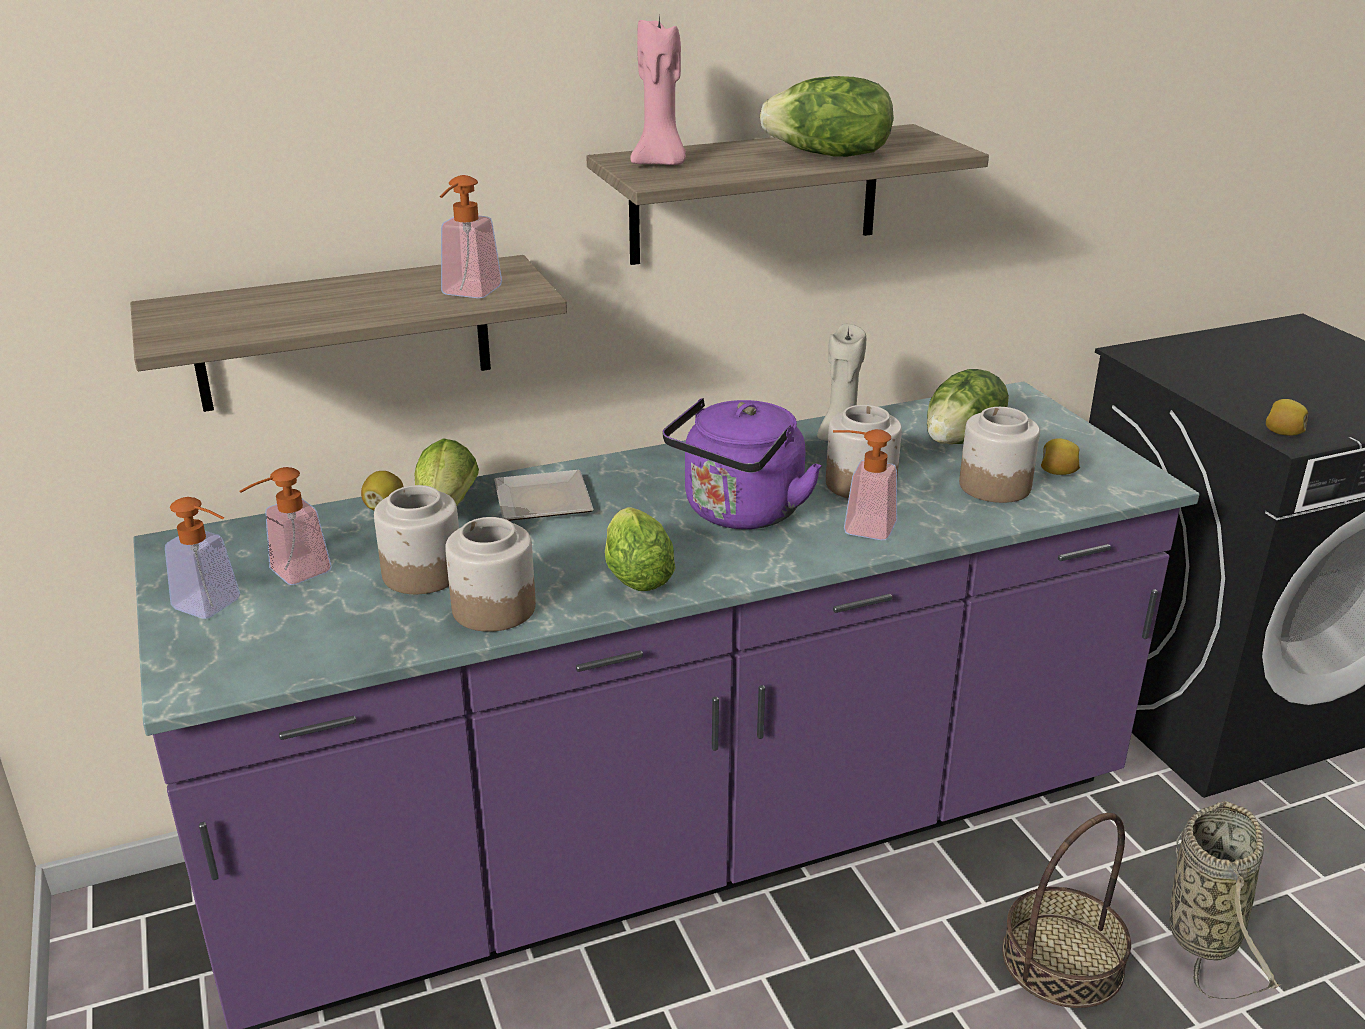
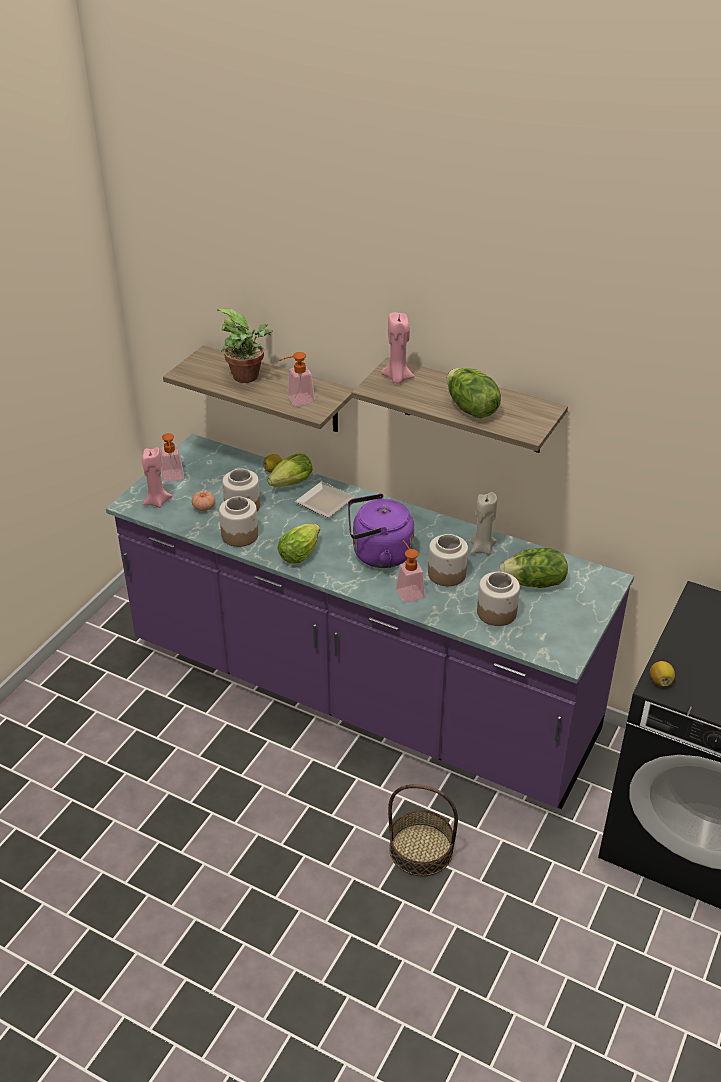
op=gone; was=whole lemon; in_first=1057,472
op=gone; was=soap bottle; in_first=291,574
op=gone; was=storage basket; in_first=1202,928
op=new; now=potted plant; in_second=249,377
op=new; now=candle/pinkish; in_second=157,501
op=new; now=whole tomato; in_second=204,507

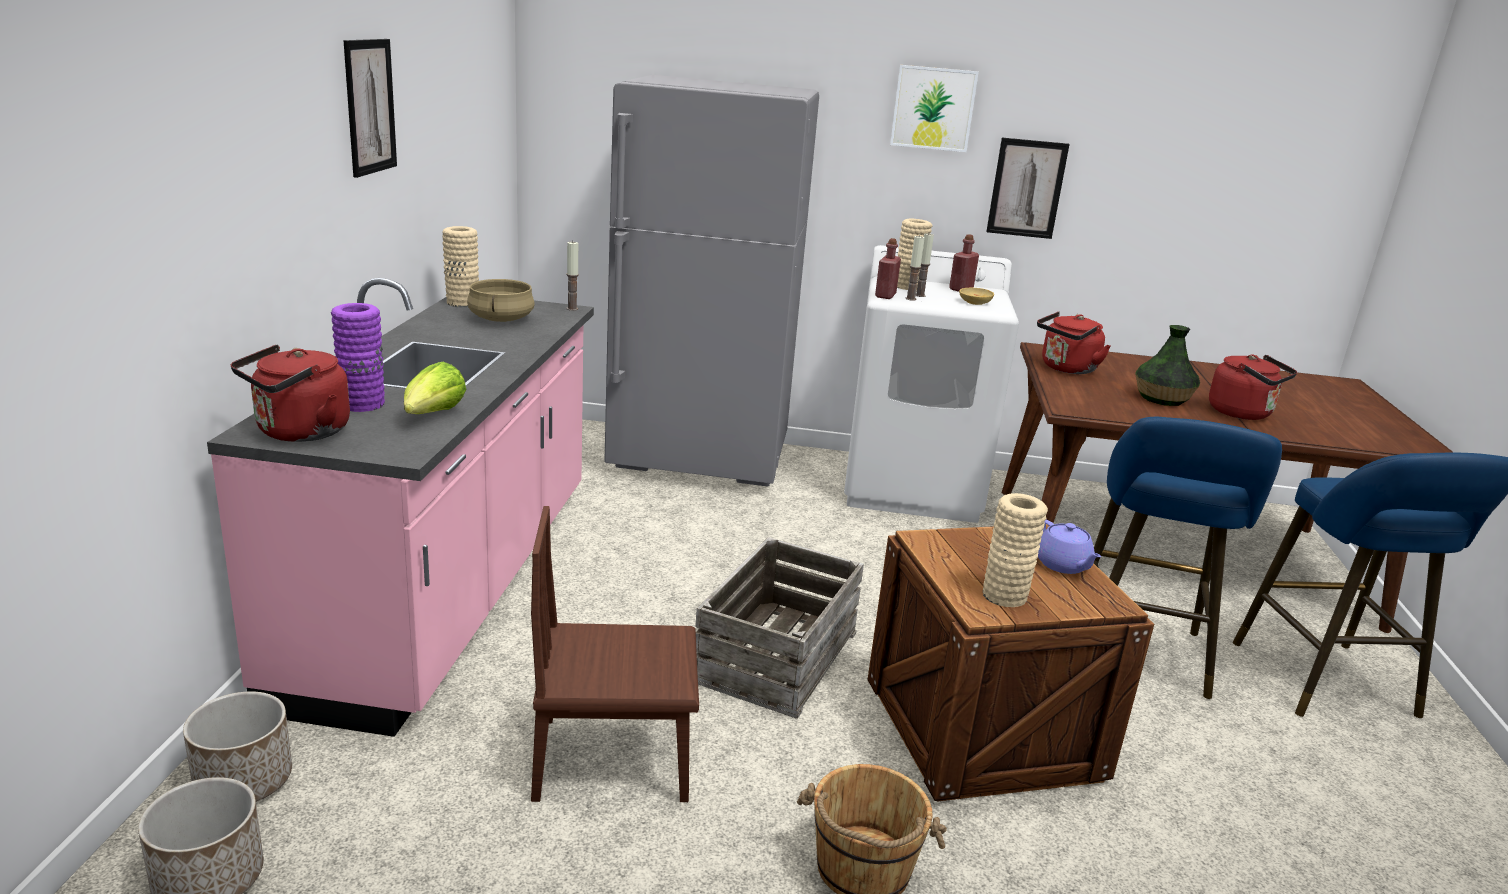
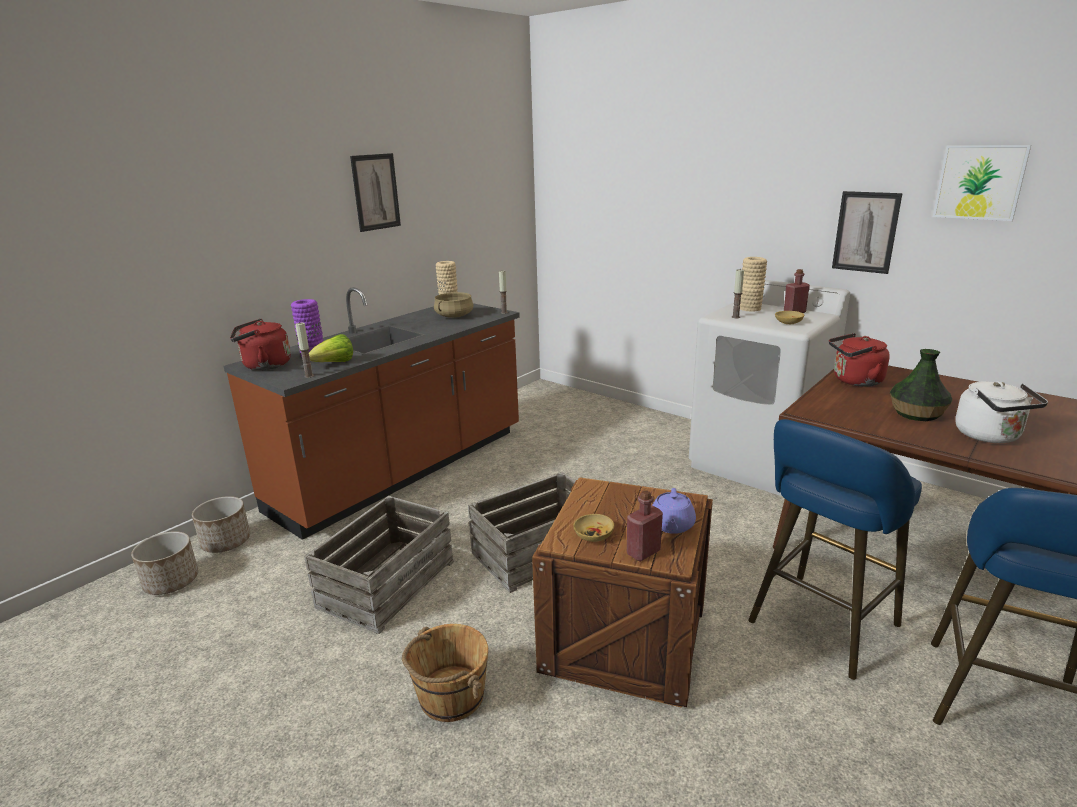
op=shifted; was=picture; in_first=933,108; in_second=979,182
op=gone; was=kitchen fridge/grey; in_first=699,462
op=shifted; was=candle; in_first=920,295; in_second=309,376
op=shifted; was=drink bottle/red; in_first=885,295; in_second=643,552
op=repainted; was=counter/pinkish; now=counter/brown; in_first=451,589; in_second=403,470
op=repainted; was=kettle/red; now=kettle/whitish; in_first=1243,414; in_second=990,436
op=swapped; was=flower vase/beige-coloured; now=deep dish/beige-coloured; in_first=1005,595; in_second=594,535
op=swapped; was=upright chair/brown; now=crate; in_first=613,759; in_second=386,583

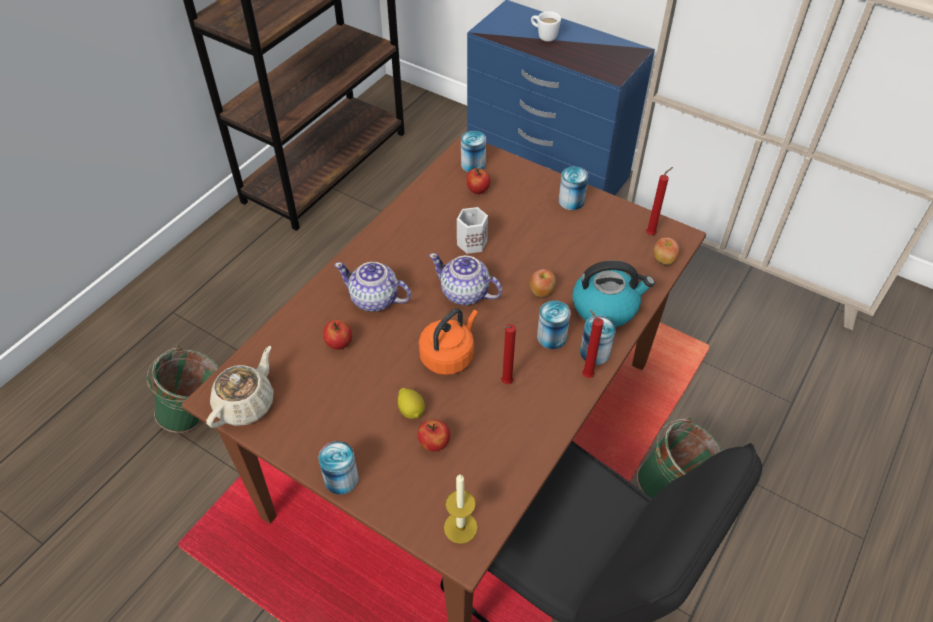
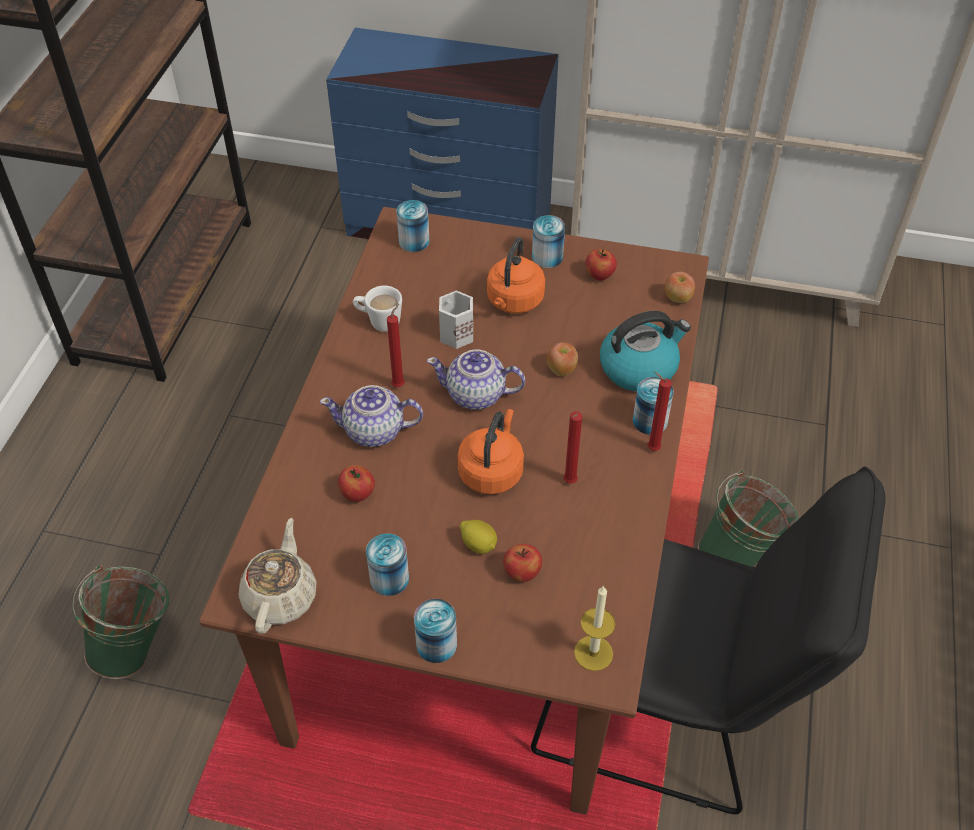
op=shifted; was=coffee mug/whitish; in_first=543,36; in_second=379,322
op=shifted; was=candle/red; in_first=651,234; in_second=399,384
op=shifted; was=apple fruit; in_first=478,190; in_second=599,275
op=shifted; was=can; in_first=551,337; in_second=389,579
op=new; now=kettle/orange-coloured; in_second=514,302

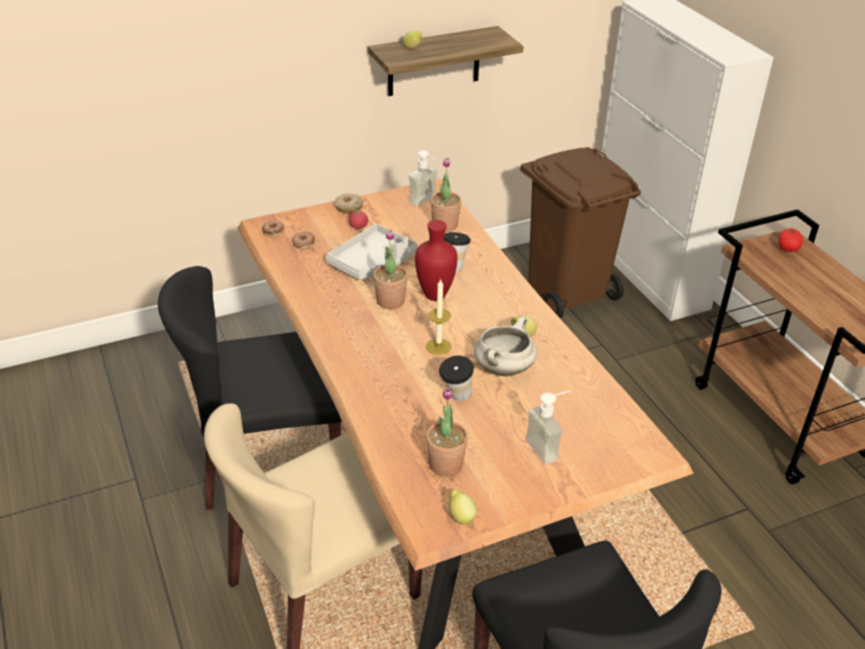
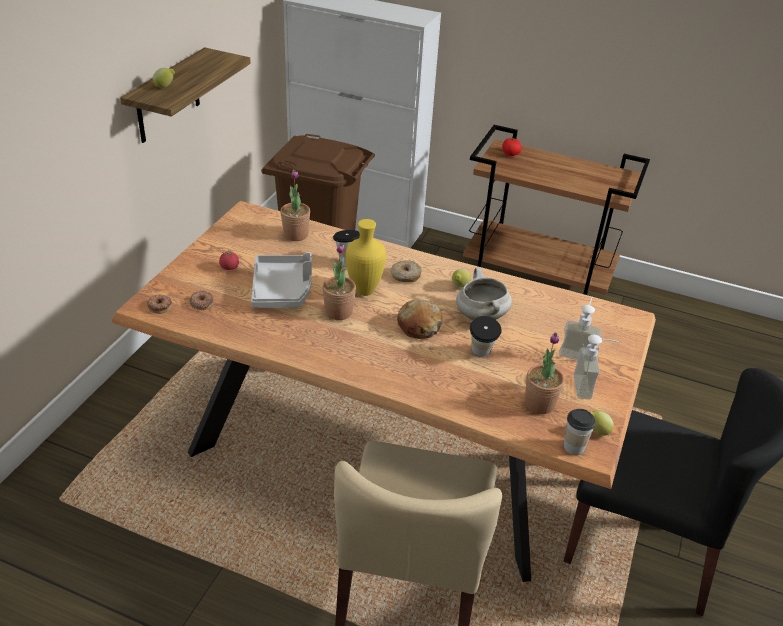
op=shifted; was=soap bottle; in_first=426,201; in_second=590,387
op=shifted; was=doughnut; in_first=348,208; in_second=405,276
op=repainted; was=flower vase/red; now=flower vase/yellow; in_first=436,296; in_second=365,290
op=gone; was=upright chair/black-coloured; in_first=267,458
op=swapped; was=candle; now=bakery bread; in_first=438,346; in_second=419,326
op=new; now=drinking cup; in_second=574,447

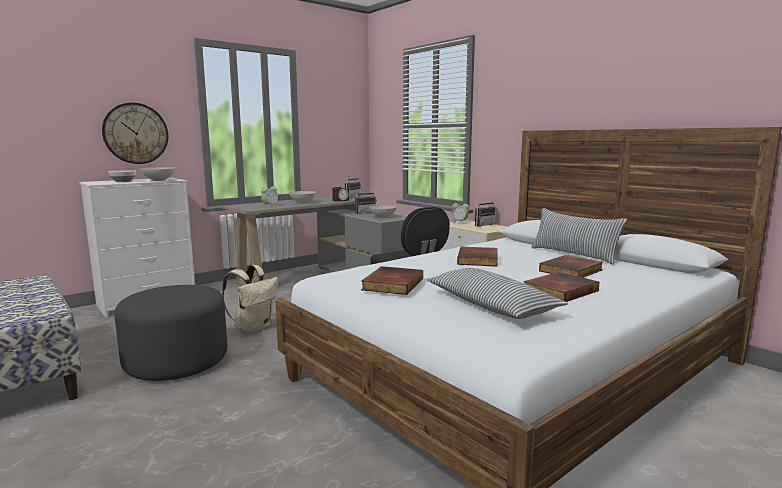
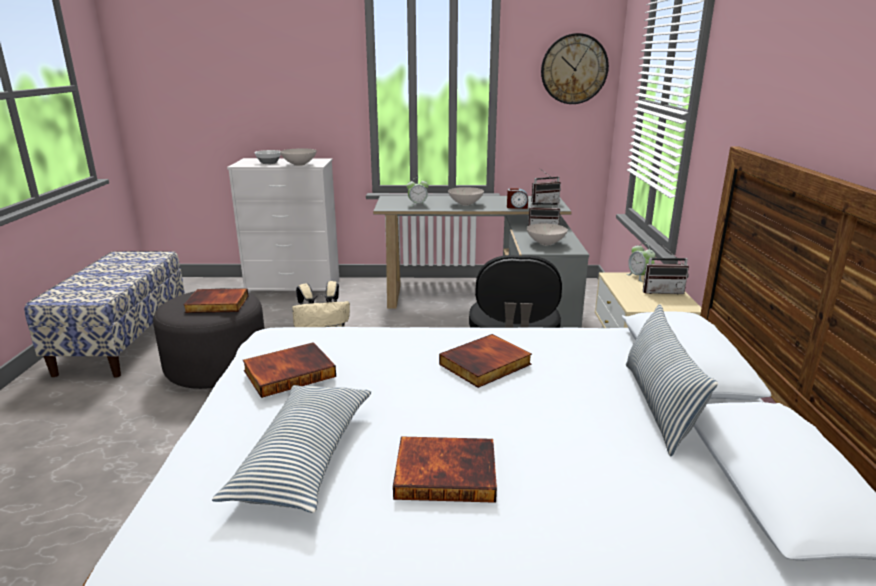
op=shifted; was=wall clock; in_first=135,133; in_second=574,69
op=shifted; was=volume; in_first=571,271; in_second=216,304

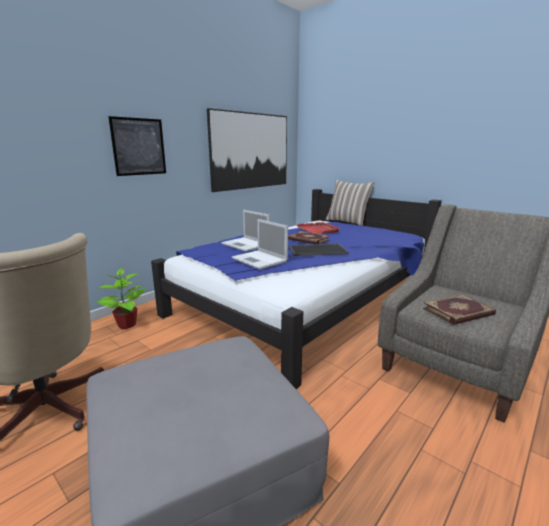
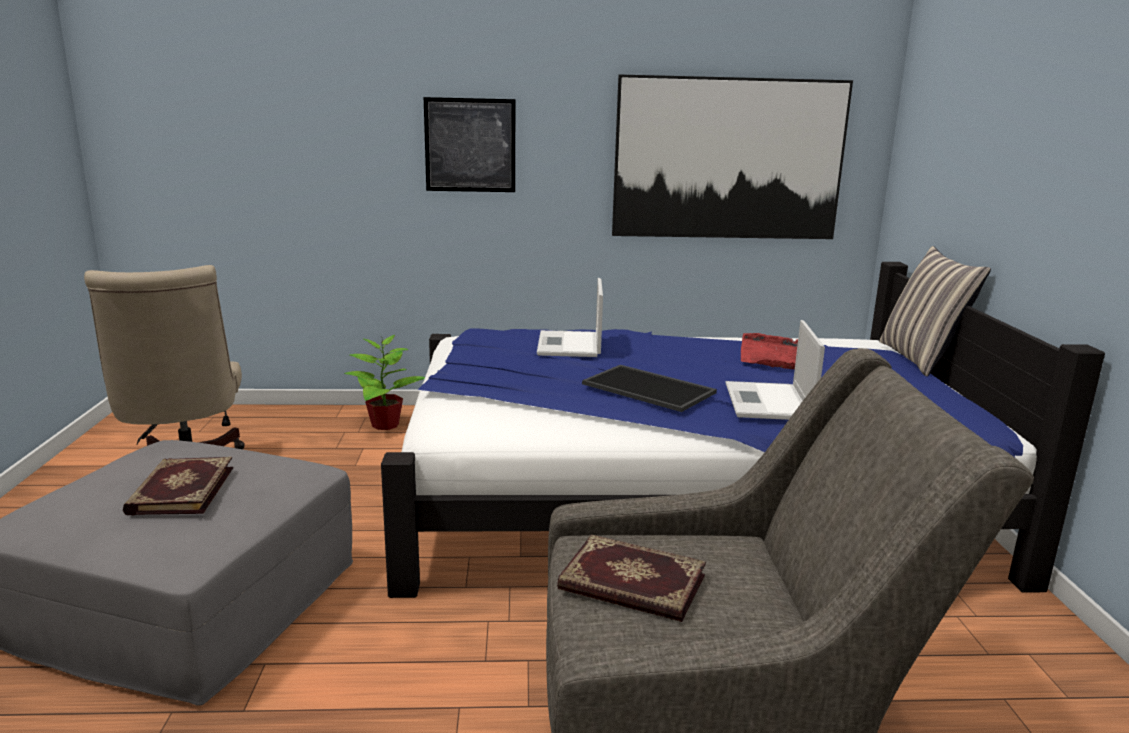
op=shifted; was=notebook computer; in_first=260,260; in_second=769,403
op=shifted; was=volume; in_first=308,240; in_second=180,490

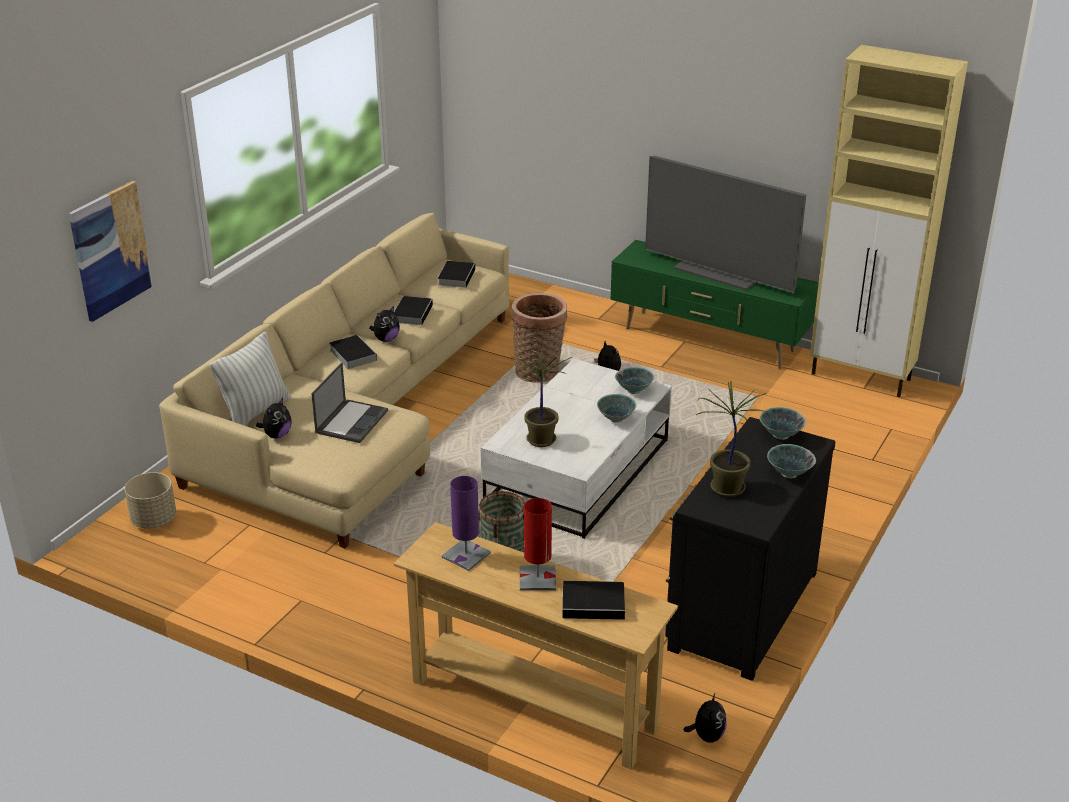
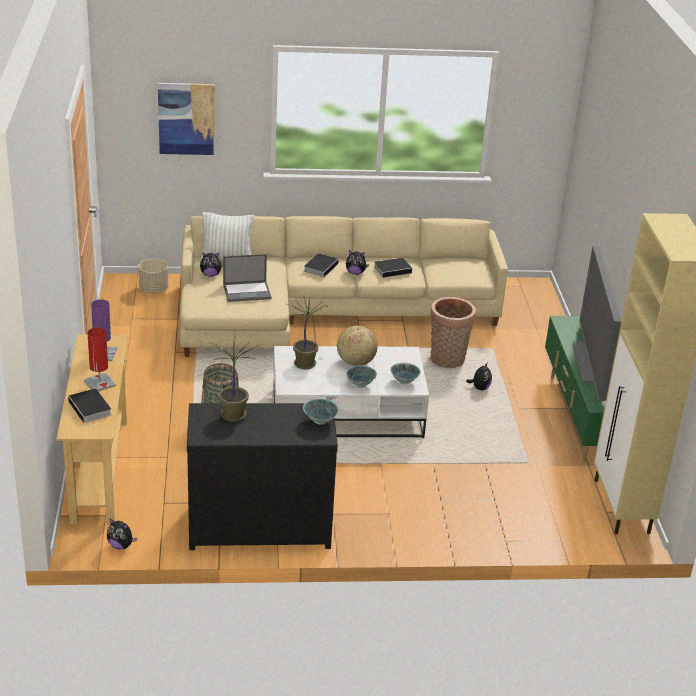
op=gone; was=volume; in_first=456,276
op=gone; was=deep dish; in_first=789,474
op=rotated; was=cuddly toy; in_first=707,736; in_second=121,545; clockwise=45
op=new; now=globe; in_second=355,362

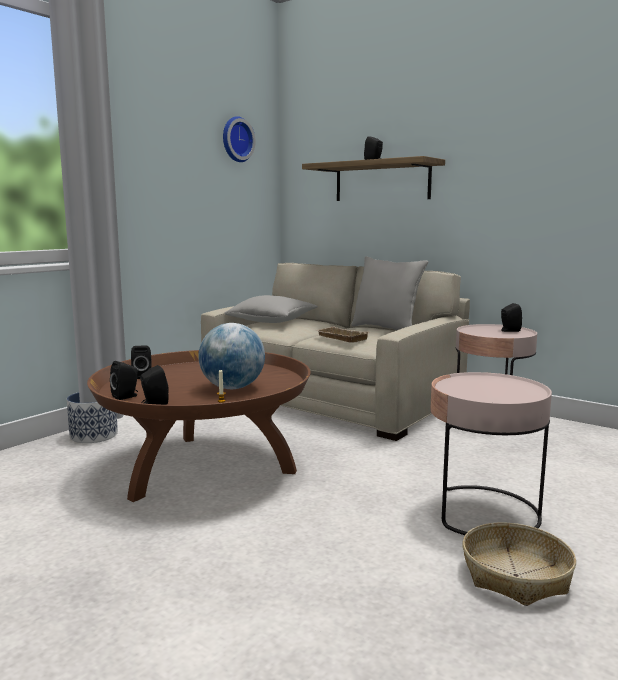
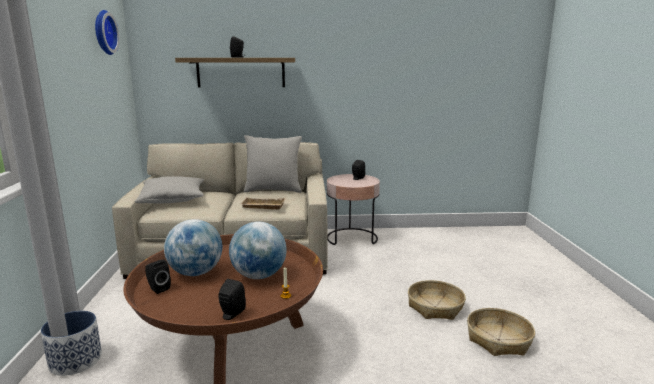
op=gone; was=loudspeaker/black-coloured; in_first=126,396
op=swapped; was=side table/pinkish; now=storage basket; in_first=483,512; in_second=435,307
op=new; now=globe; in_second=196,273

